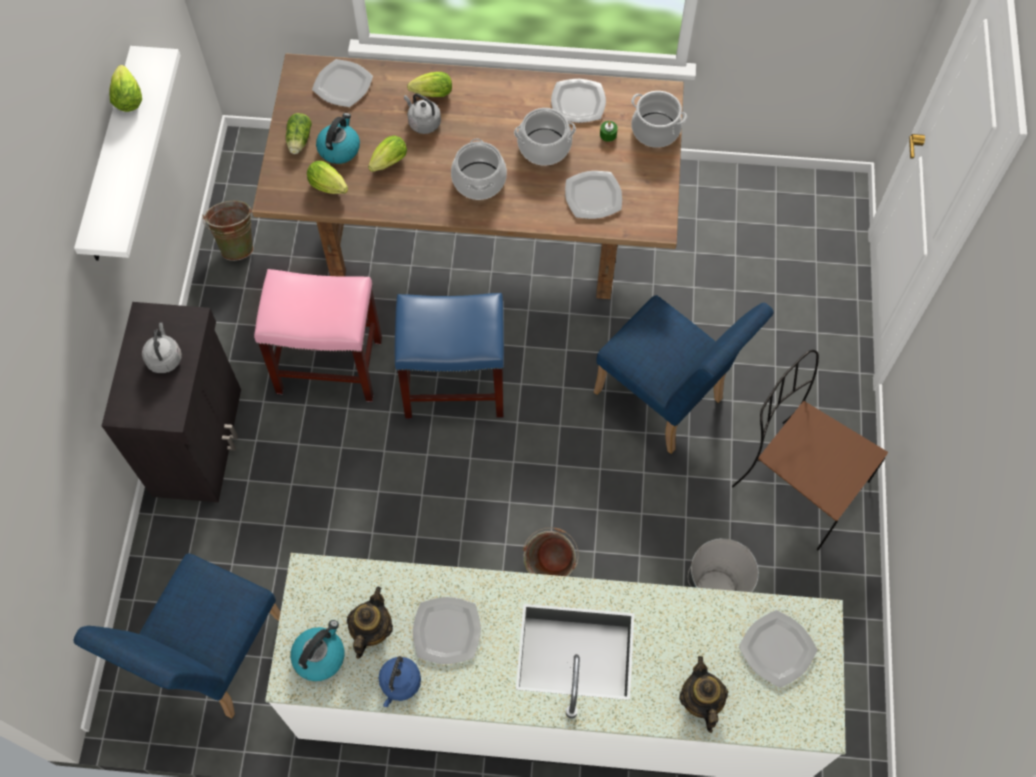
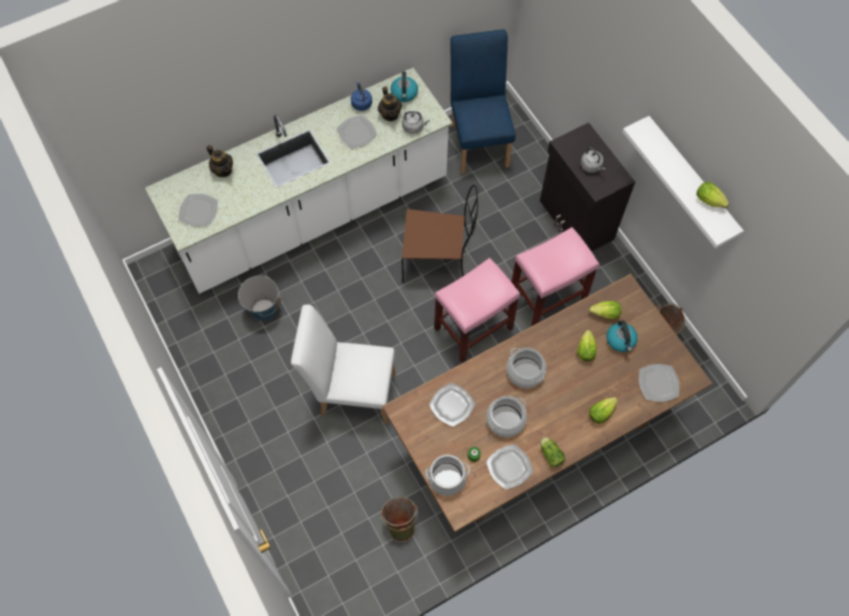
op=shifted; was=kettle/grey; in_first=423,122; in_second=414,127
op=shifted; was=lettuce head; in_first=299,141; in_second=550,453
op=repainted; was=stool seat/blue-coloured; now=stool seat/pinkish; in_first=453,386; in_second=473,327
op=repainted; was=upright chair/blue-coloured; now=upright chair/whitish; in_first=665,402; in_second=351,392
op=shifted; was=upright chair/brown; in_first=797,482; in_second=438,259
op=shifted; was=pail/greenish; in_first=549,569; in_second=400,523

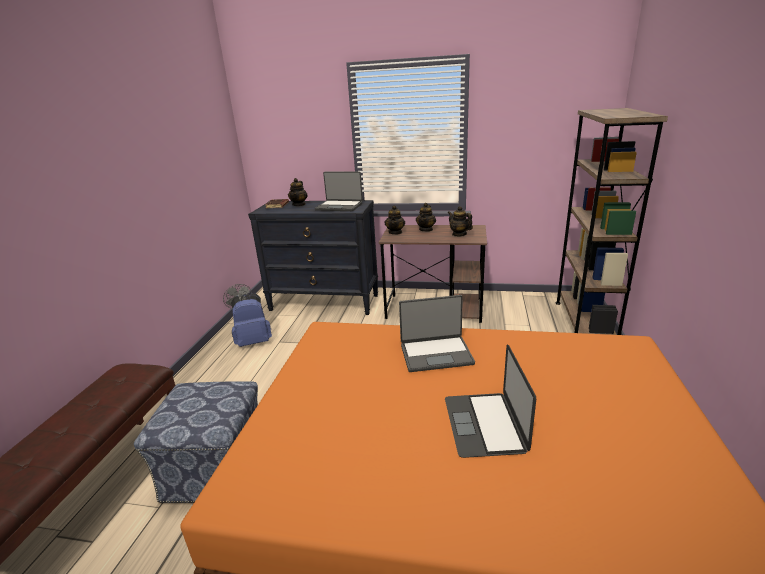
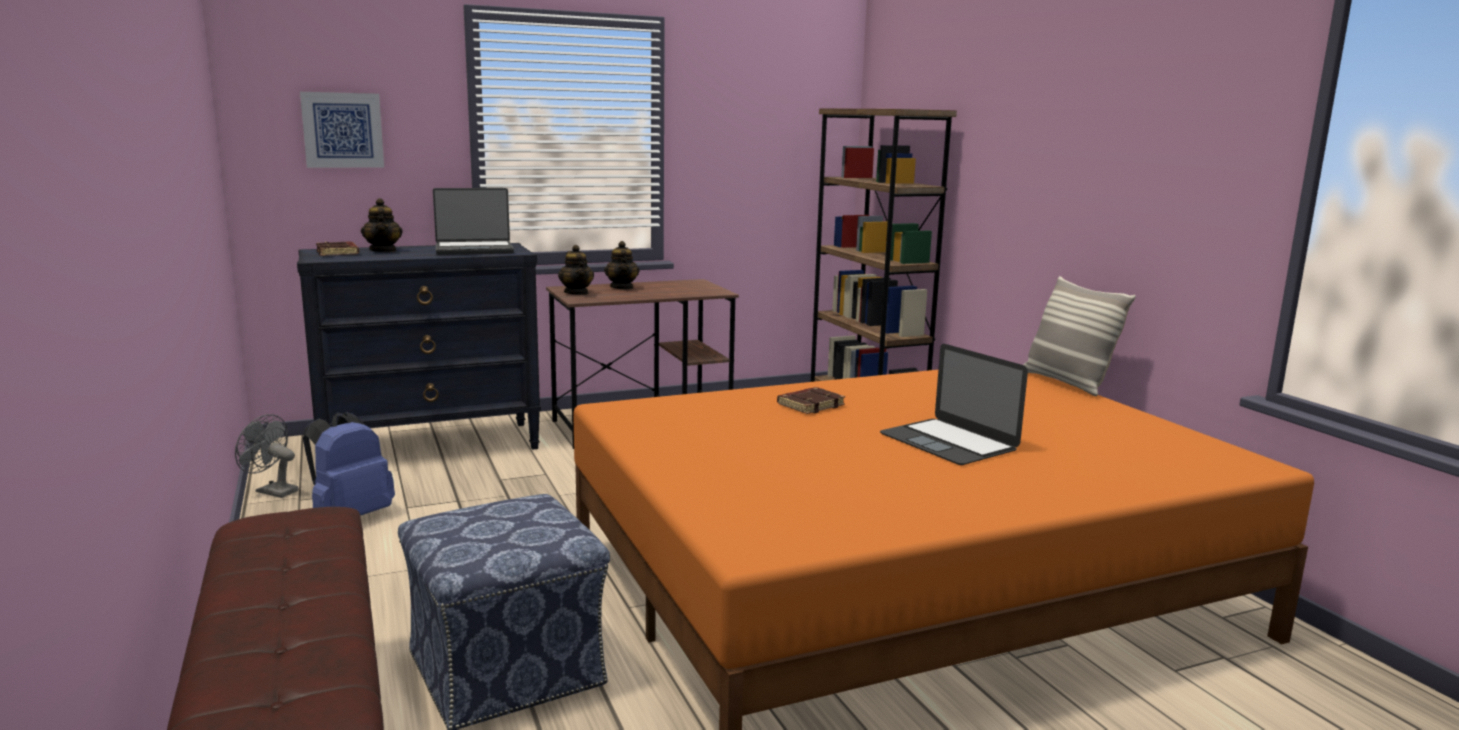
op=gone; was=teapot; in_first=459,234
op=swapped; was=notebook computer; now=volume/brown; in_first=436,354; in_second=810,405
op=new; now=picture; in_second=343,130
op=new; now=cushion; in_second=1067,383

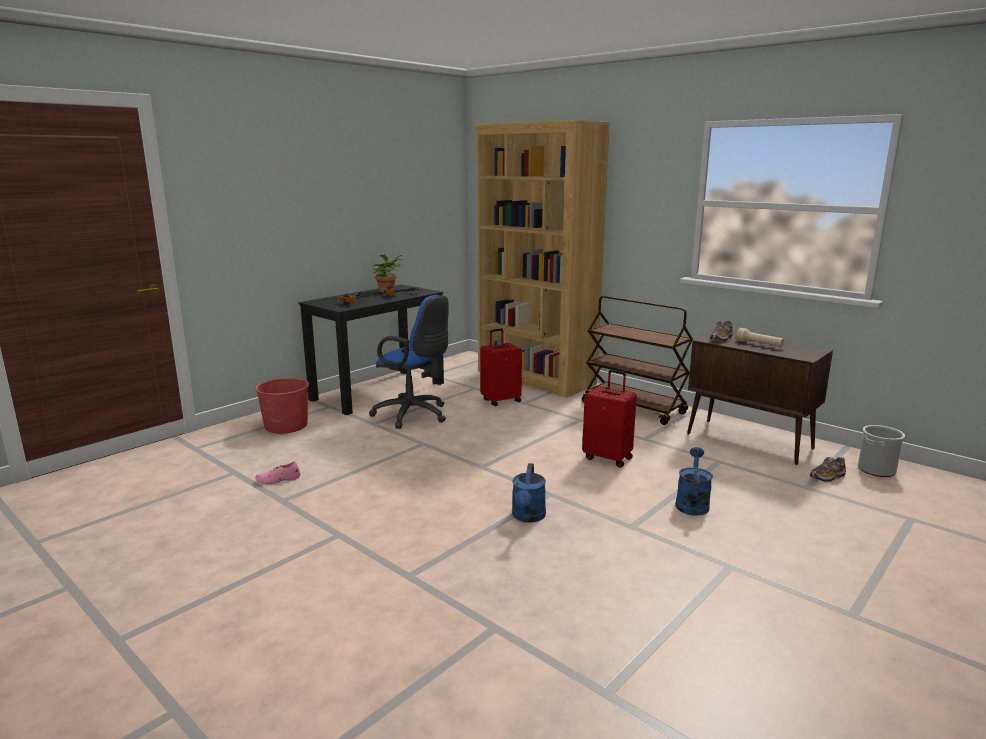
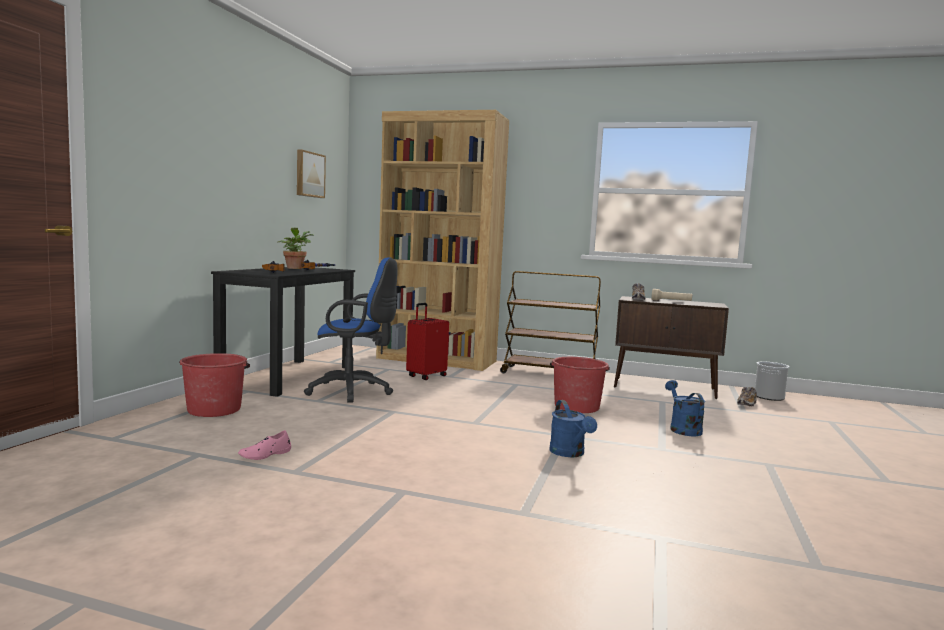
op=swapped; was=travel case/red; now=pail/red; in_first=608,458; in_second=576,407
op=new; now=picture; in_second=309,174

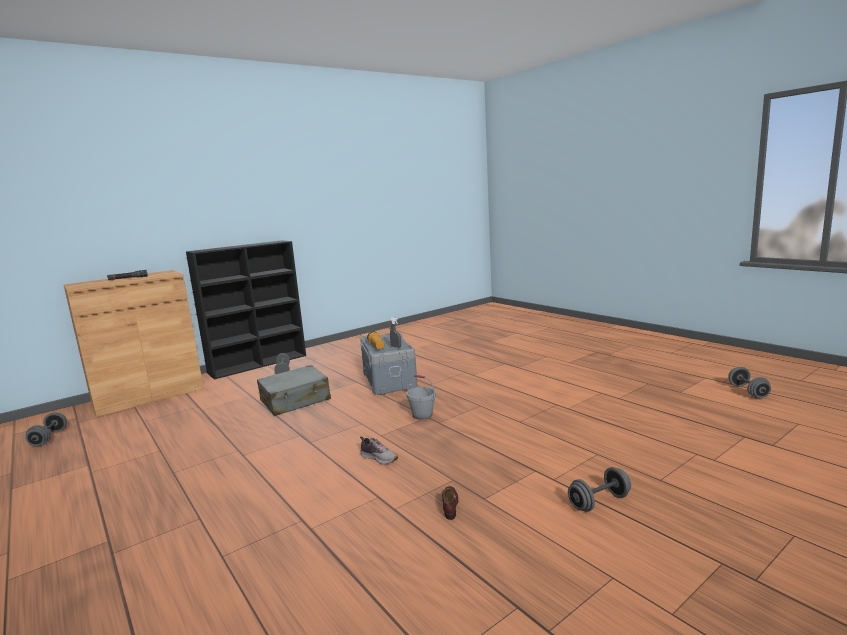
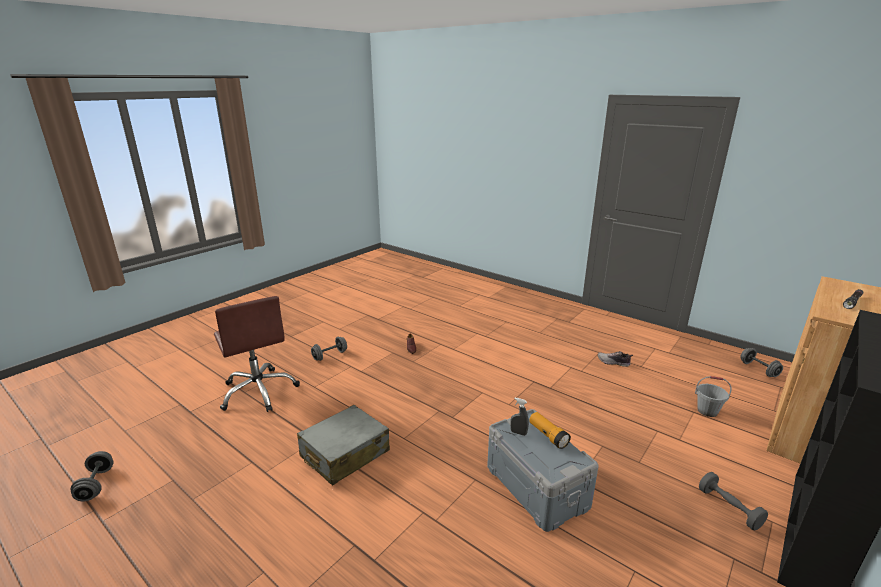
op=shifted; was=travel case/grey; in_first=295,400; in_second=344,454
op=shifted; was=pail/grey; in_first=422,415; in_second=707,411
op=shifted; was=item of footwear; in_first=379,458; in_second=613,362
op=new; now=desk chair/brown; in_second=259,391

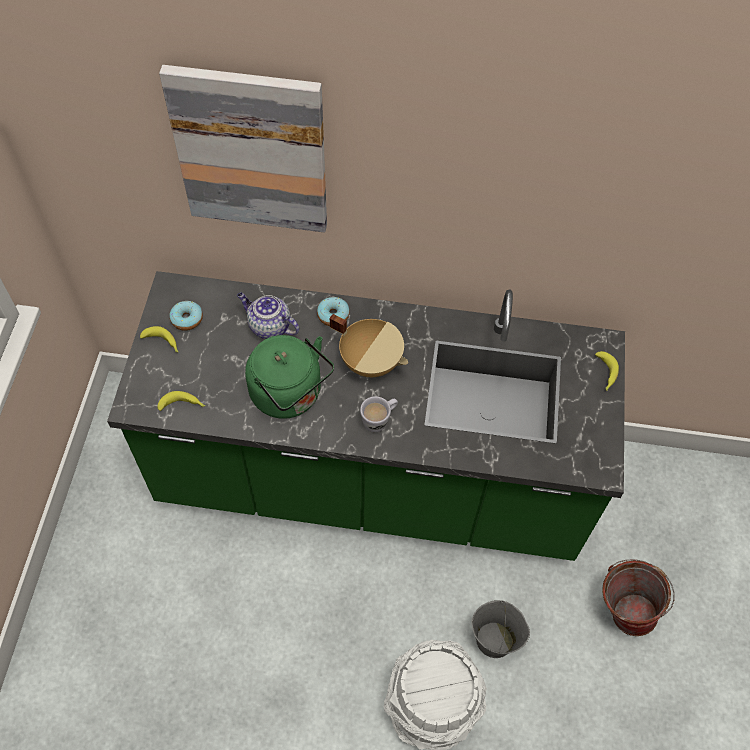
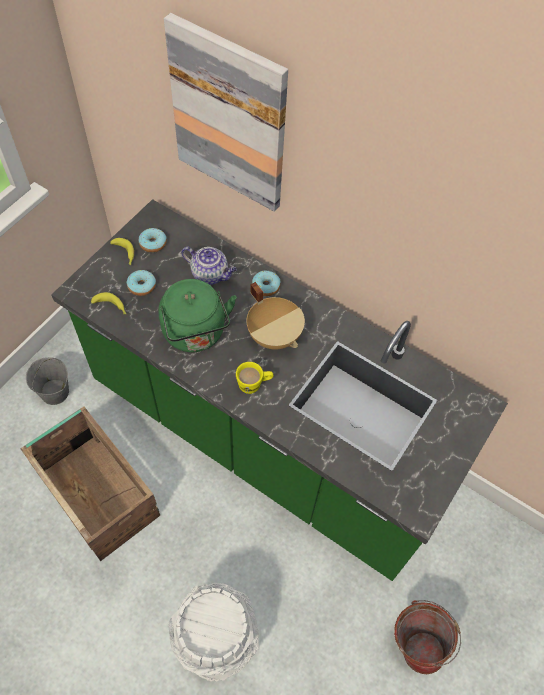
op=rotated; was=teapot; in_first=268,326; in_second=210,274; clockwise=150
op=gone; was=banana; in_first=605,374
op=repainted; was=coffee mug/whitish; now=coffee mug/yellow; in_first=379,420; in_second=254,385
op=shifted; was=pail/grey; in_first=495,640; in_second=55,392
op=new; now=doughnut; in_second=142,286
op=new; now=crate; in_second=97,492

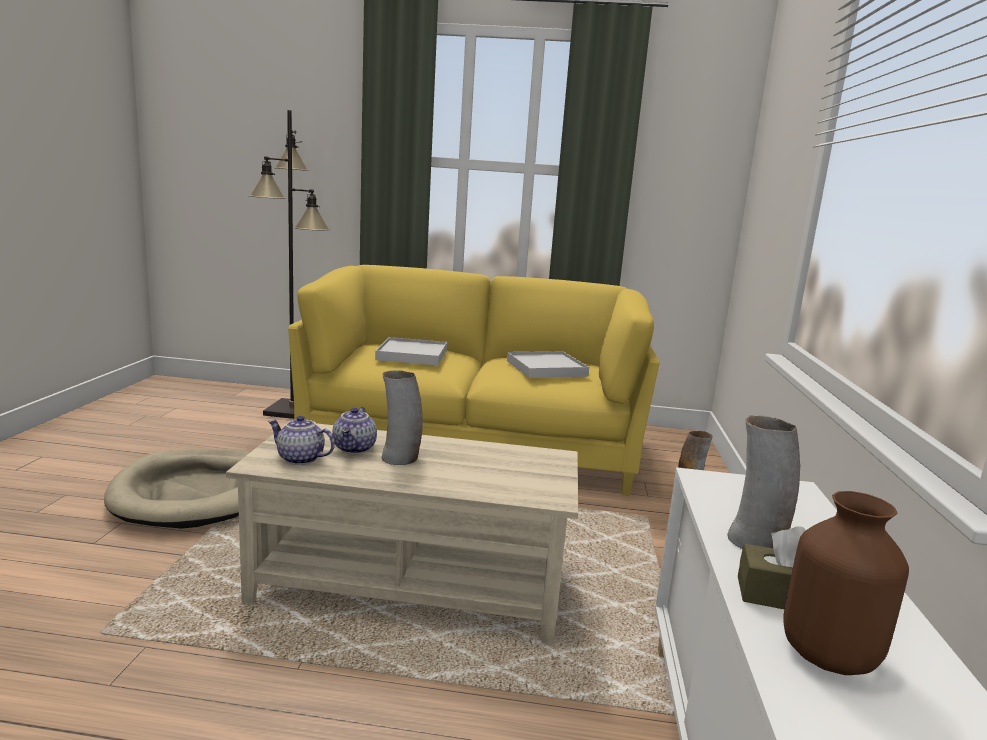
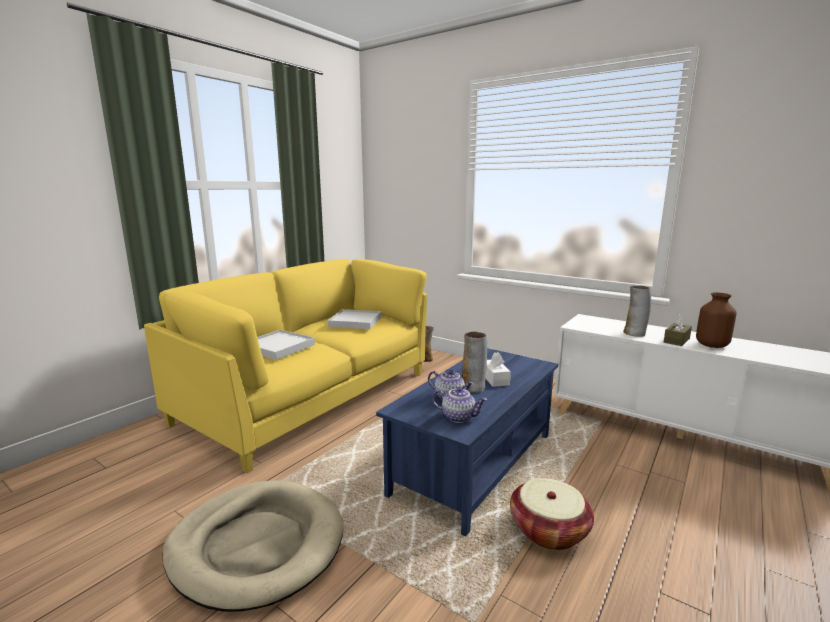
op=gone; was=standing lamp/black-coloured; in_first=293,410
op=rotated; was=teapot; in_first=299,459; in_second=459,417; clockwise=-120
op=repainted; was=coffee table/beige-coloured; now=coffee table/blue-coloured; in_first=411,584; in_second=474,463
op=new; now=tissue box/whitish; in_second=495,379
op=new; now=storage basket; in_second=549,530

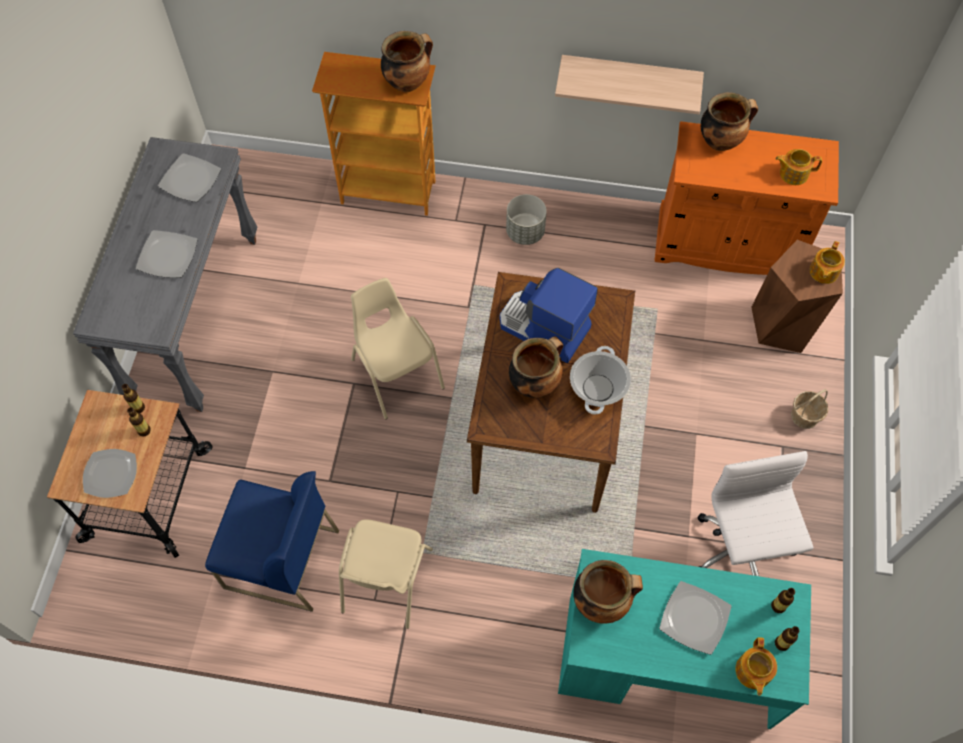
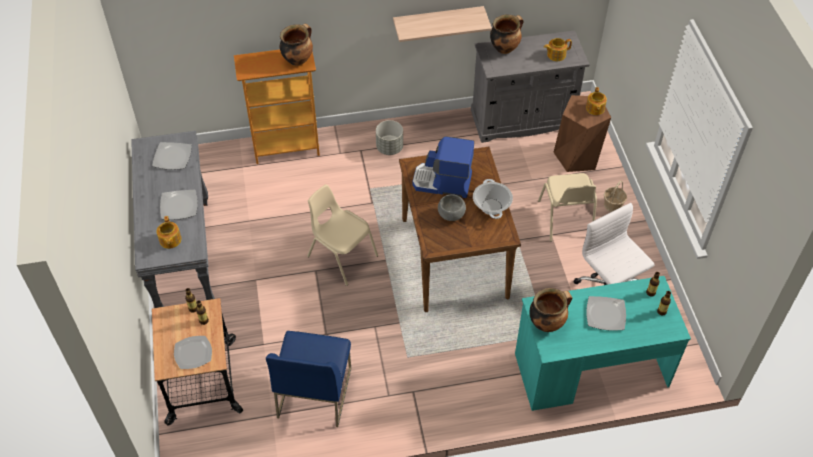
op=repainted; was=cabinet/orange-coloured; now=cabinet/grey; in_first=727,244; in_second=522,120
op=swapped; was=cooking pot; now=deep dish/grey; in_first=534,383; in_second=451,215
op=rotated; was=upright chair/blue-coloured; in_first=280,560; in_second=314,392; clockwise=105
op=shifted; was=upright chair/beige-coloured; in_first=385,581; in_second=565,219
op=shifted; was=teapot; in_first=752,672; in_second=170,240

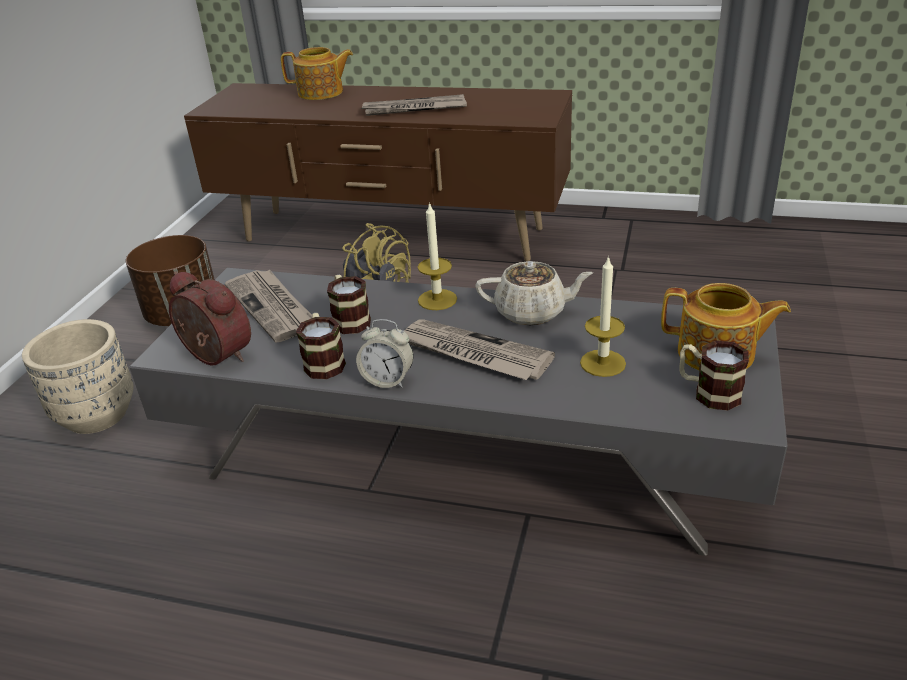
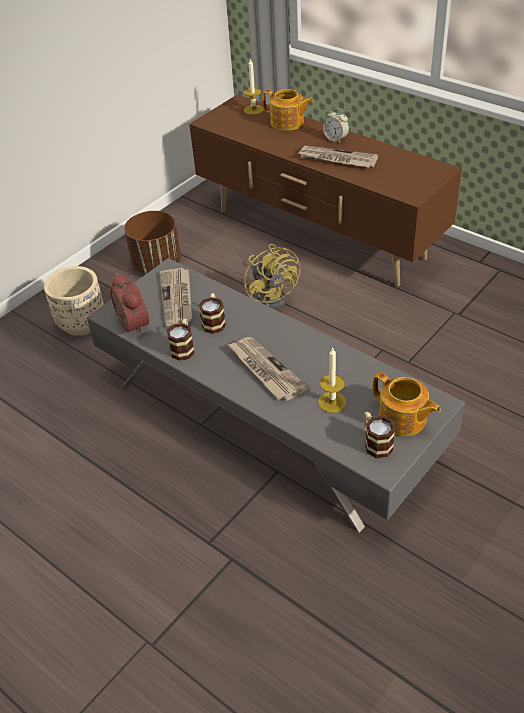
op=shifted; was=candle; in_first=437,299; in_second=253,110
op=gone; was=teapot/beige-coloured; in_first=532,312
op=shifted; was=table clock; in_first=388,380; in_second=335,139

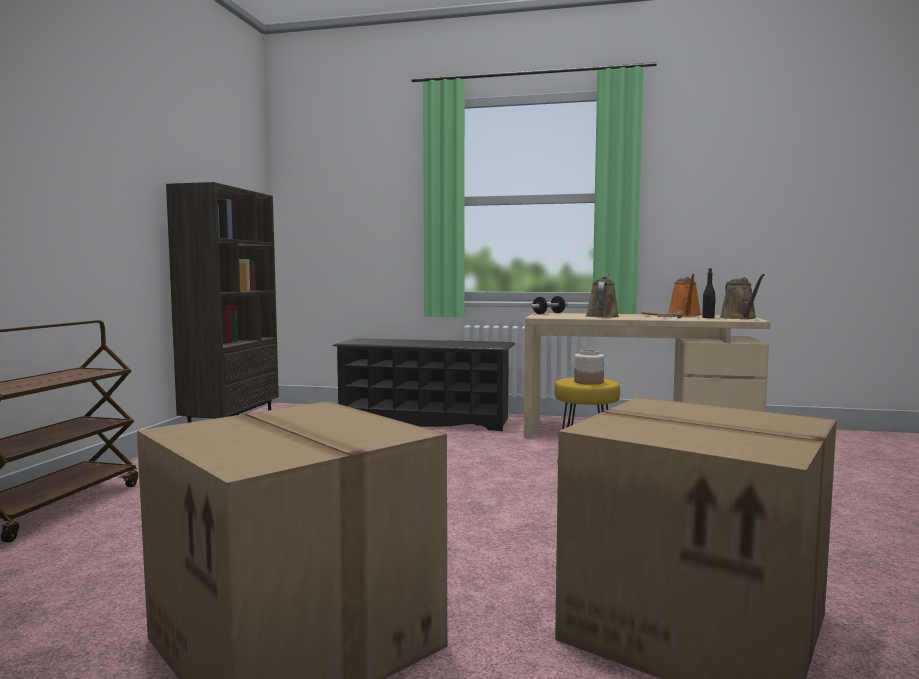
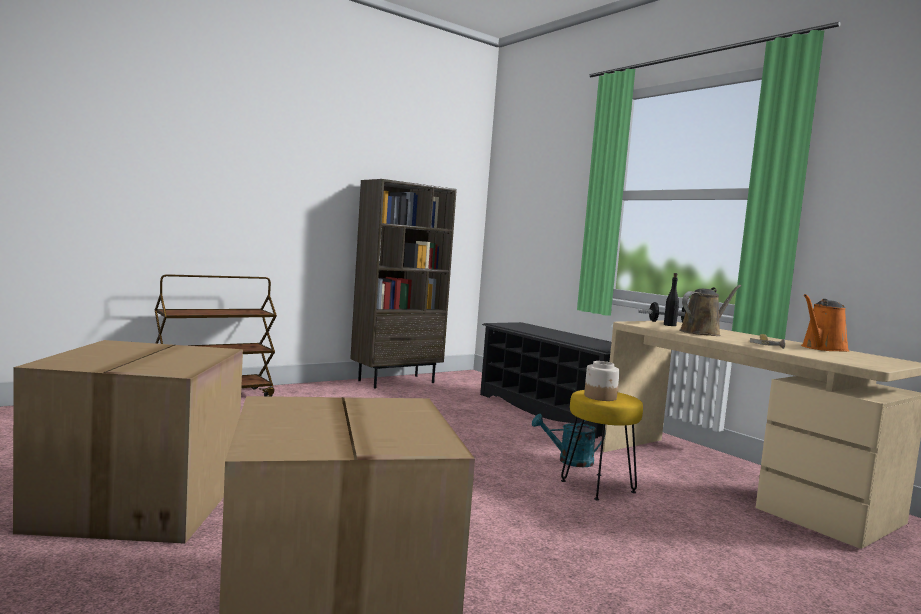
op=shifted; was=drink bottle/black-coloured; in_first=708,317; in_second=670,325
op=gone; was=watering pot/brown; in_first=740,318
op=new; now=watering pot/blue-green; in_second=569,461

